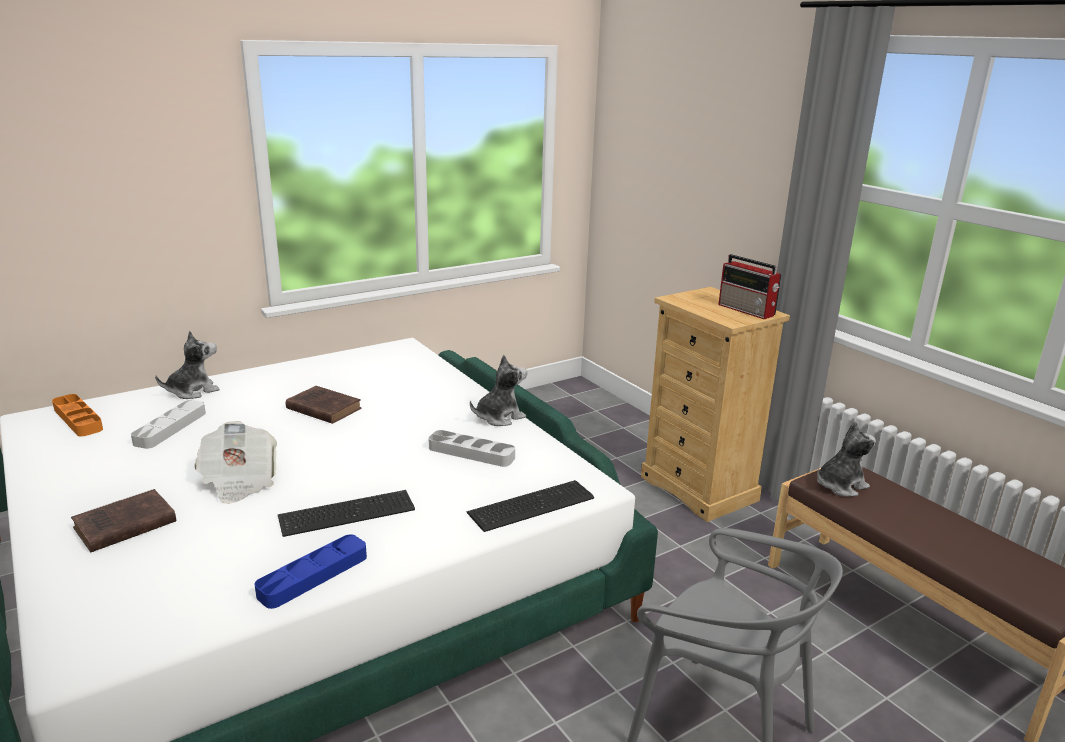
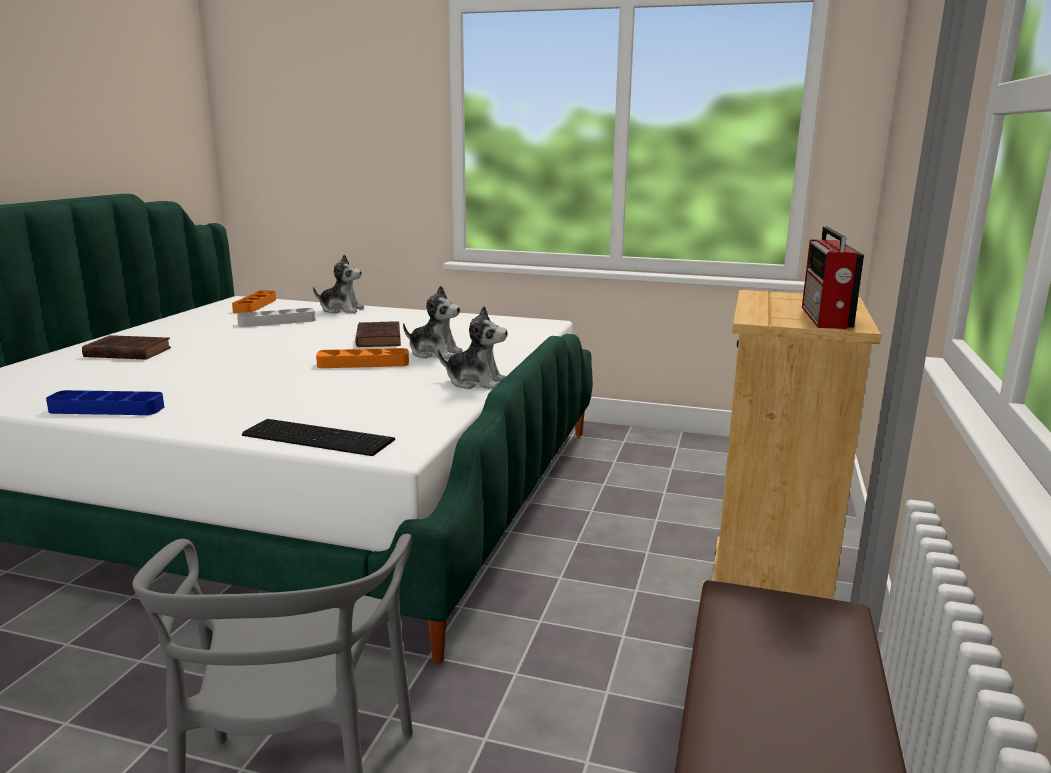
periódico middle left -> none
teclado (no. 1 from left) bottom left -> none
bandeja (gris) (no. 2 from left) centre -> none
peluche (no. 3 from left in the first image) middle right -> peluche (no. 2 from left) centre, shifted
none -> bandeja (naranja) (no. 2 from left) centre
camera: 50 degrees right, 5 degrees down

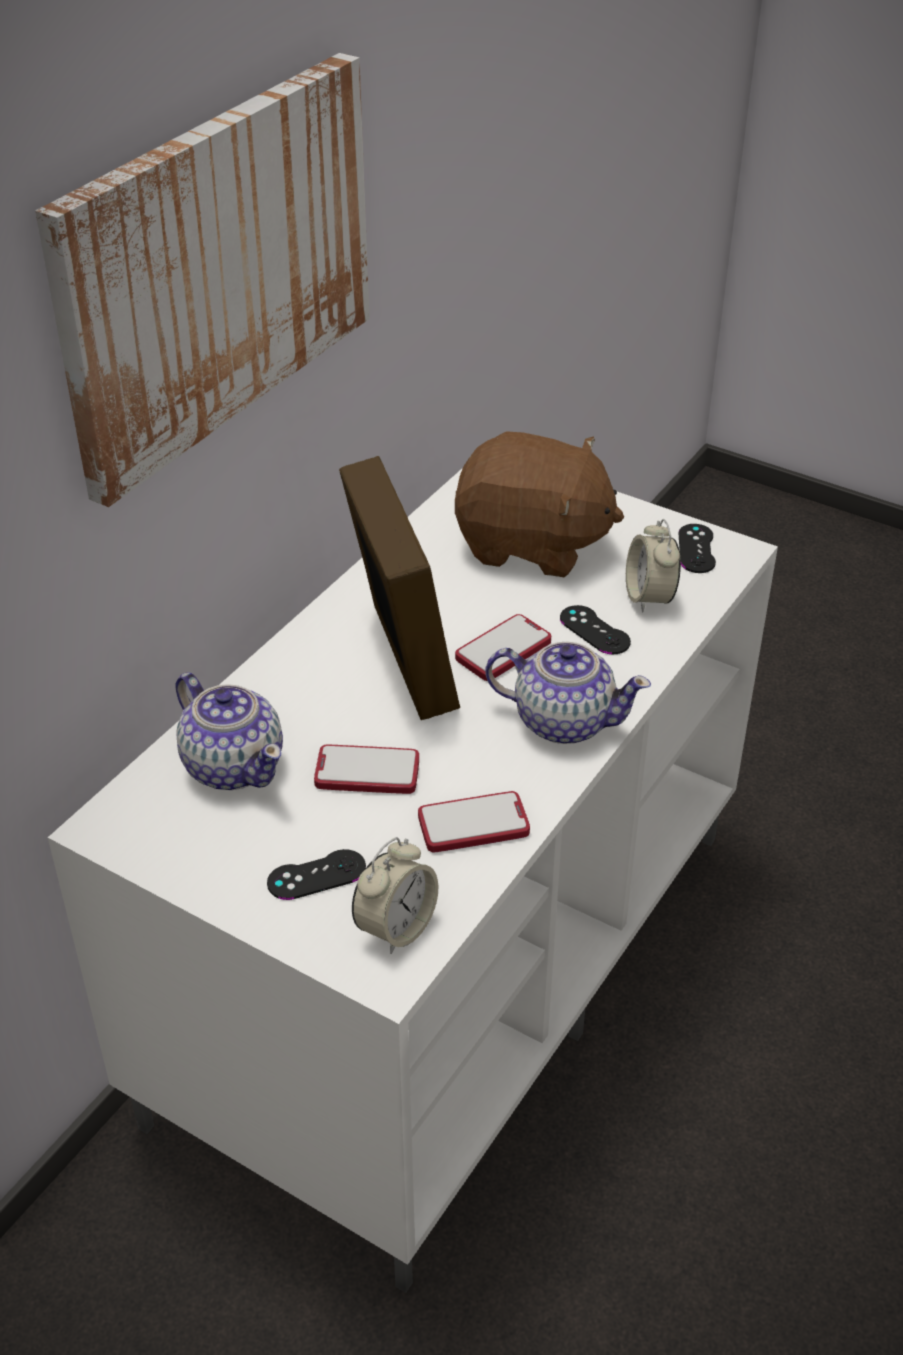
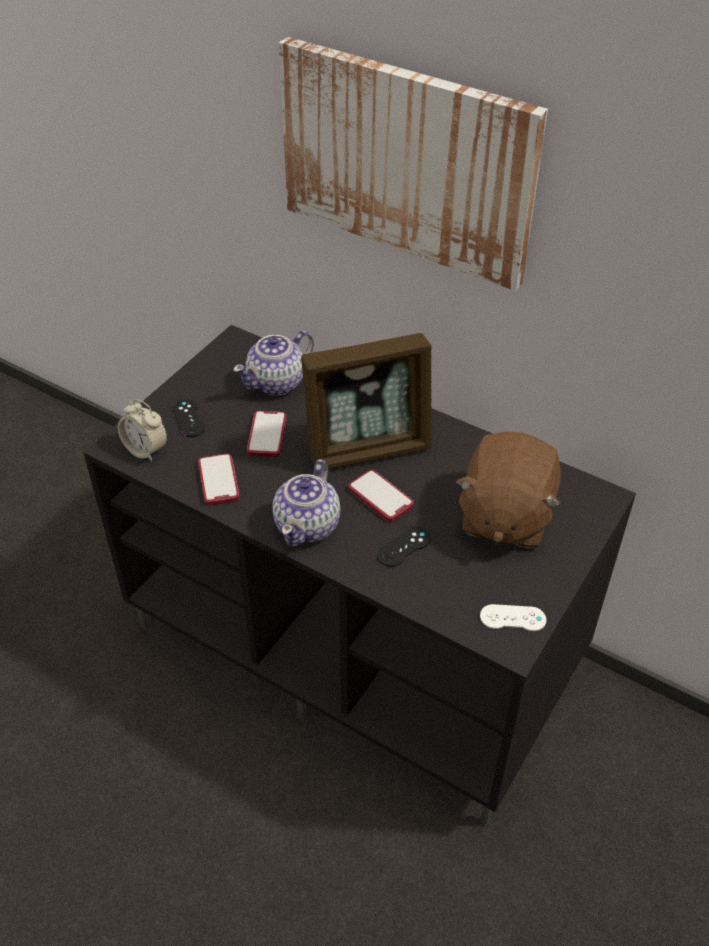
mueble de televisión (blanco) centre -> mueble de televisión (negro) centre
despertador (no. 2 from left) middle right -> none
mando de consola (negro) (no. 3 from left) middle right -> mando de consola (blanco) middle right
camera: 90 degrees right, 5 degrees up

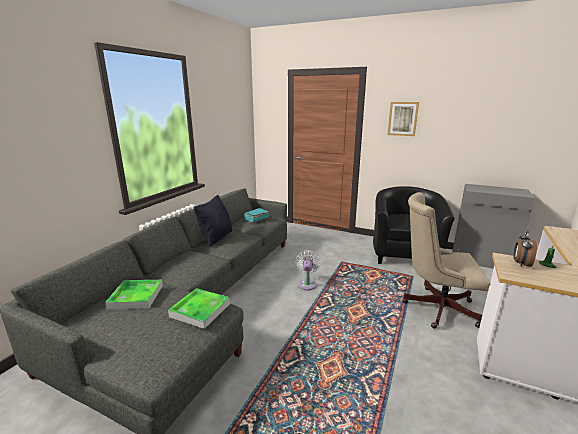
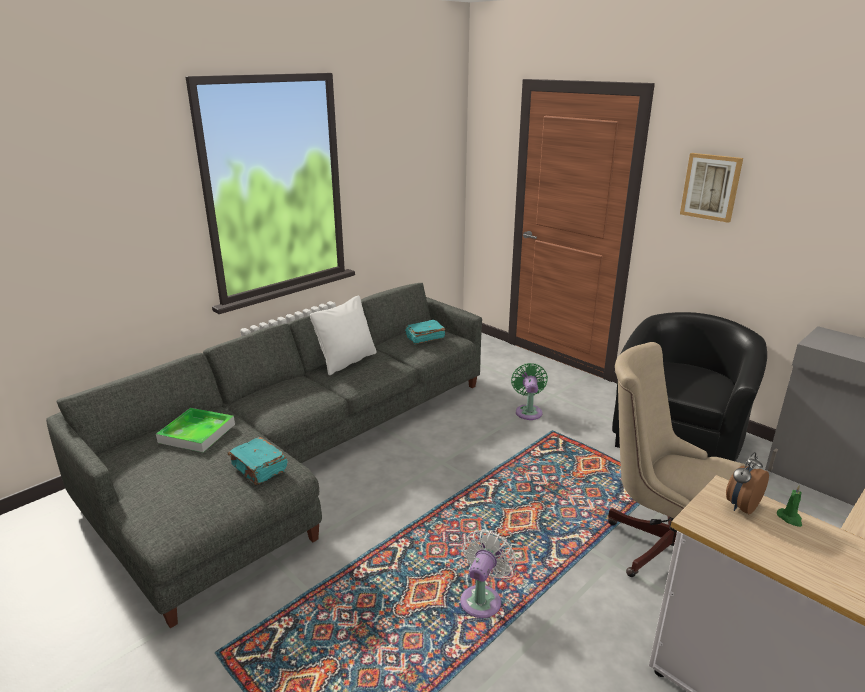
bandeja (no. 2 from left) bottom centre -> libro (turquesa) (no. 1 from left) middle left
cojín (negro) centre -> cojín (blanco) centre
ventilador (blanco) centre -> ventilador (blanco) bottom centre, shifted
none -> ventilador (verde) centre
camera: 20 degrees right, 5 degrees up

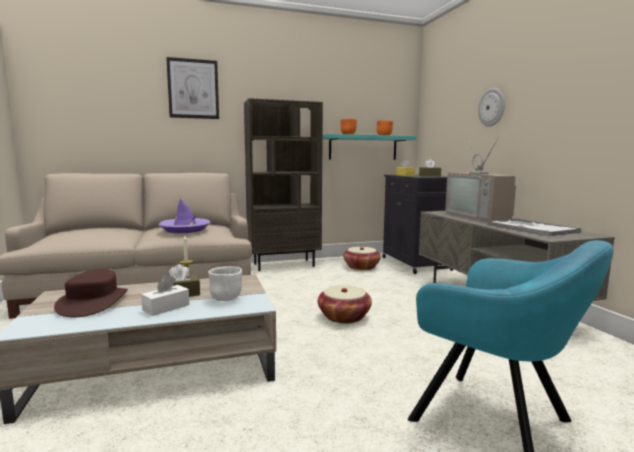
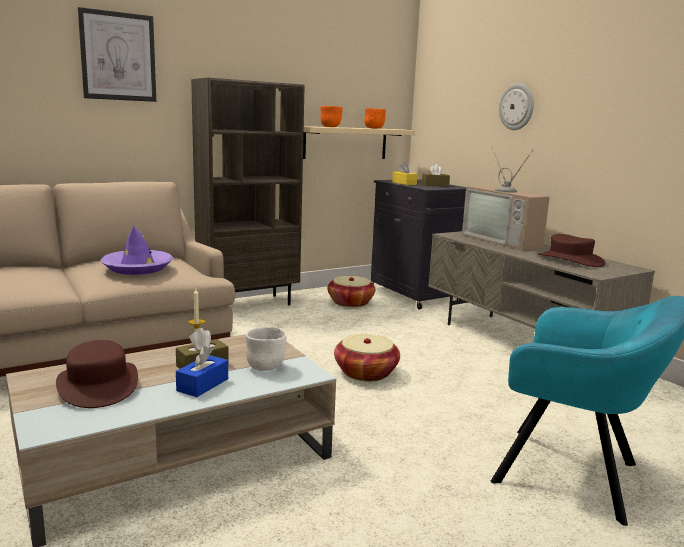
caja de pañuelos (blanco) middle left -> caja de pañuelos (azul) bottom left
estante (turquesa) top centre -> estante (beis) top centre
bandeja middle right -> sombrero (marrón) (no. 2 from left) middle right
camera: 15 degrees left, 5 degrees up

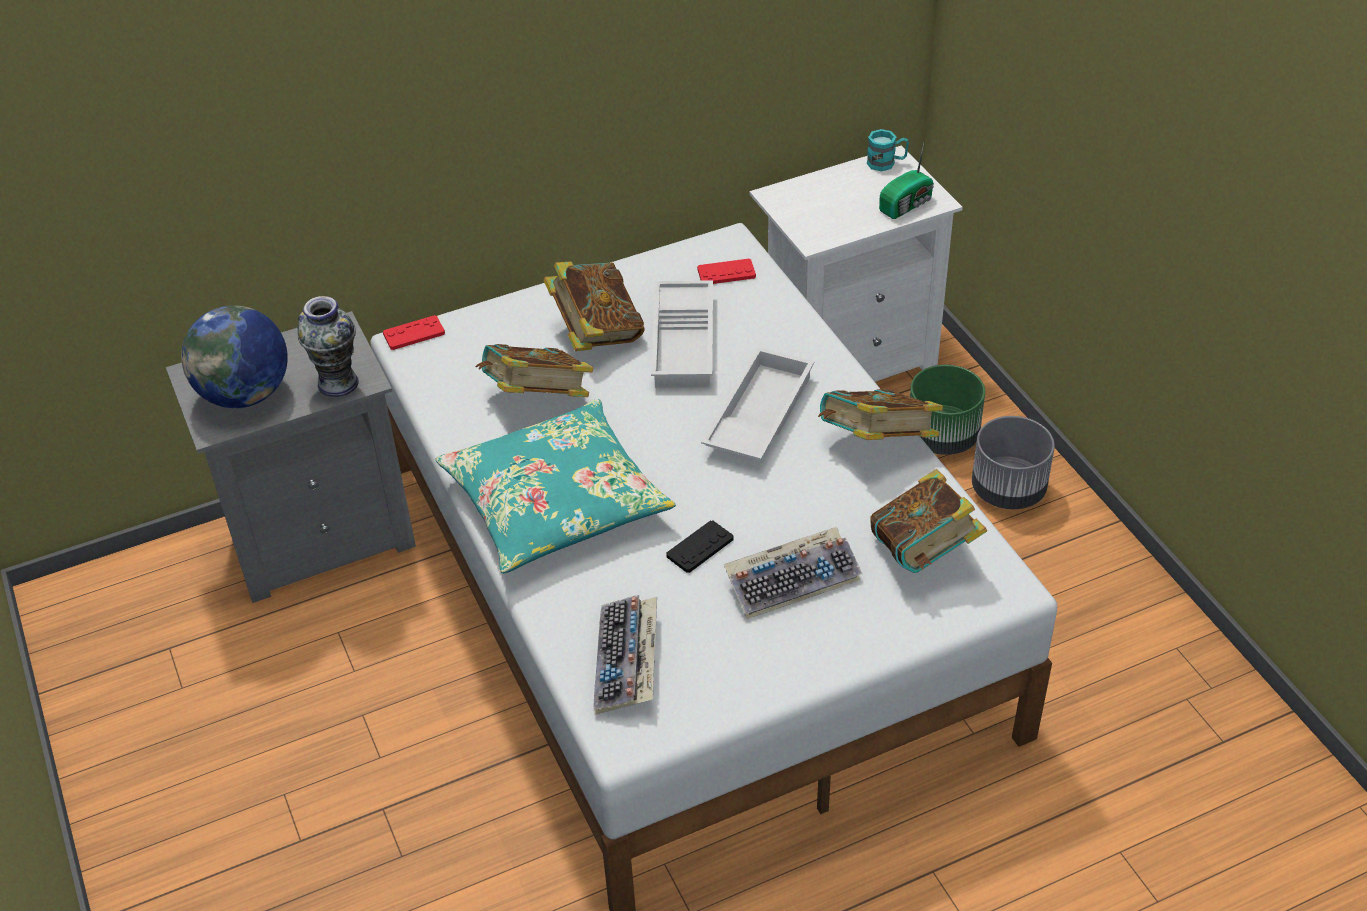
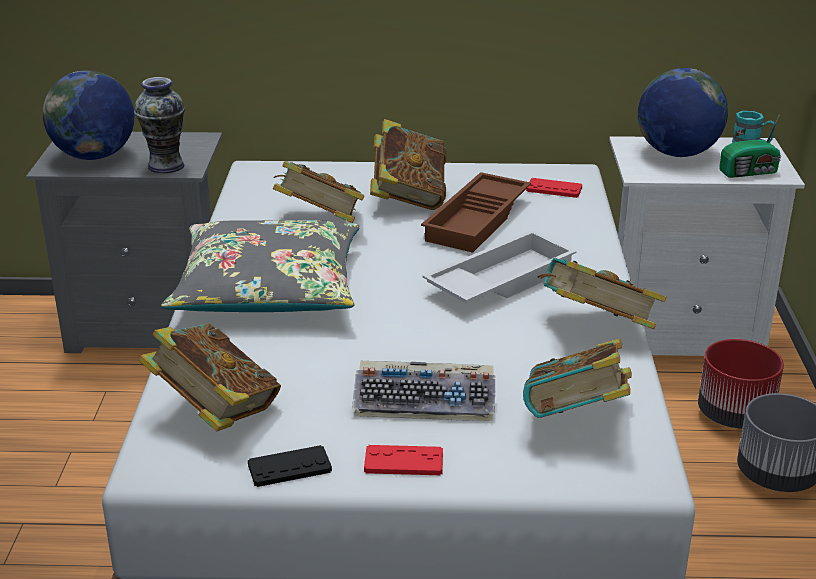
mando de consola (rojo) (no. 1 from left) middle left -> mando de consola (rojo) (no. 1 from left) bottom centre, shifted
cojín (turquesa) centre -> cojín (gris) middle left
teclado (no. 1 from left) bottom centre -> libro (no. 1 from left) middle left
bandeja (blanco) (no. 1 from left) centre -> bandeja (marrón) centre
mando de consola (negro) centre -> mando de consola (negro) bottom centre, shifted
maceta (verde) middle right -> maceta (rojo) middle right
none -> globo terráqueo (no. 2 from left) top right
camera: 25 degrees right, 15 degrees down

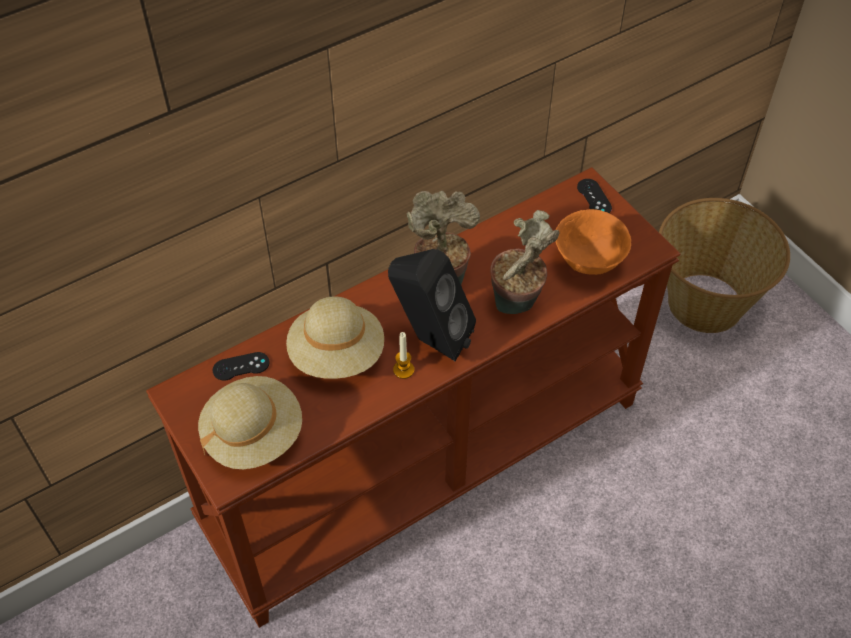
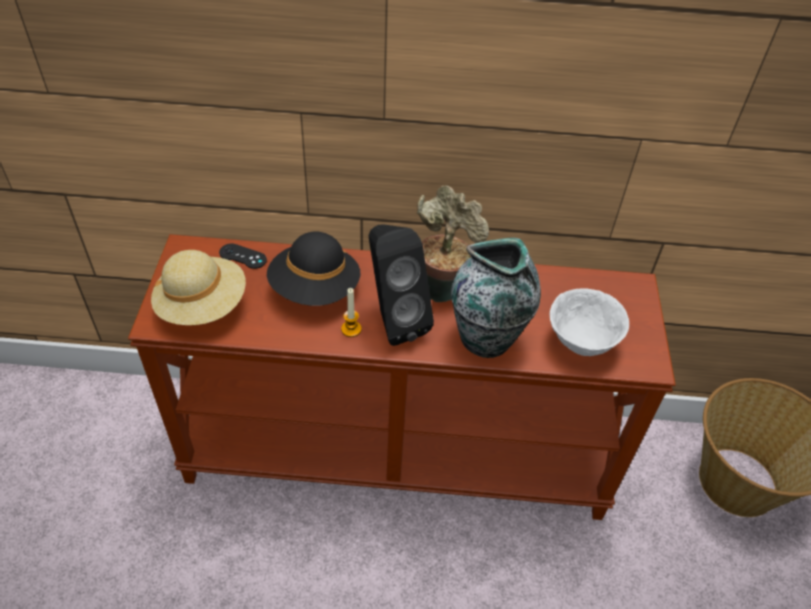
sombrero (beis) (no. 2 from left) centre -> sombrero (negro) centre
planta en maceta (no. 2 from left) centre -> florero centre
cuenco (naranja) middle right -> cuenco (blanco) middle right
mando de consola (negro) (no. 2 from left) top right -> none
camera: 35 degrees right, 5 degrees down

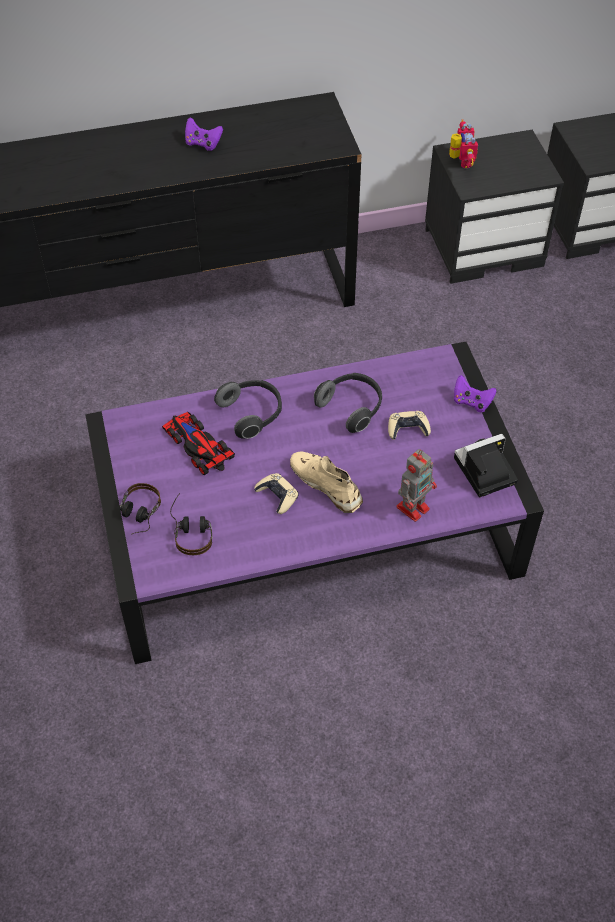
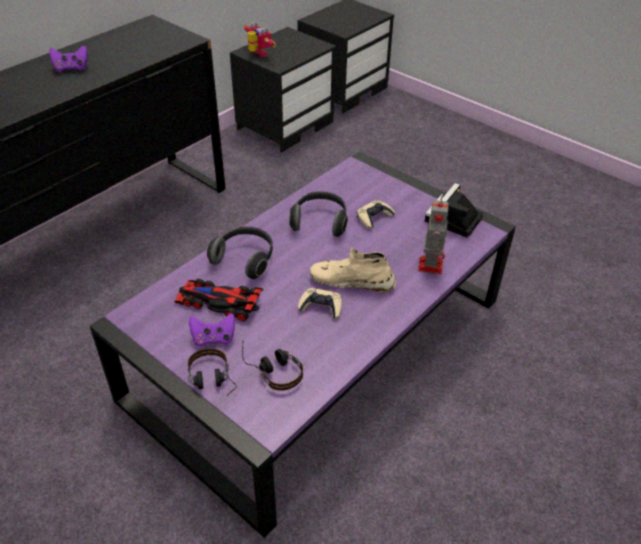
mando de consola (morado) (no. 2 from left) middle right -> mando de consola (morado) (no. 2 from left) middle left, shifted
camera: 35 degrees left, 10 degrees down

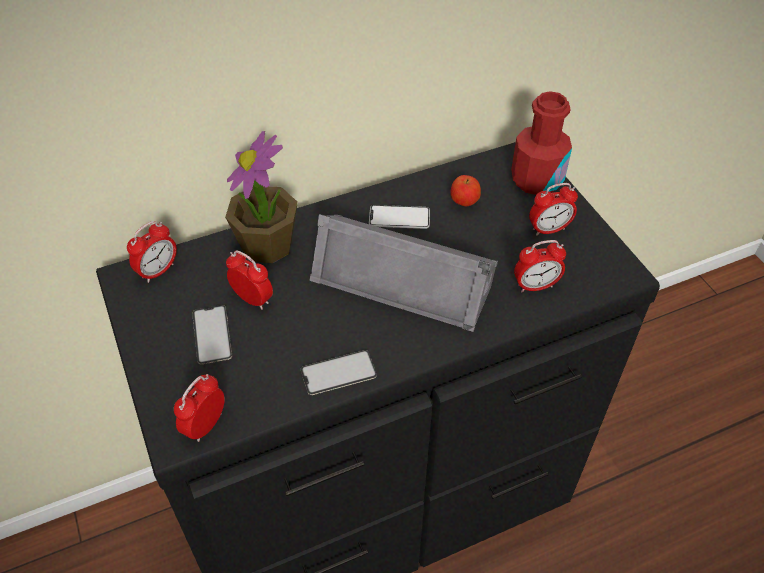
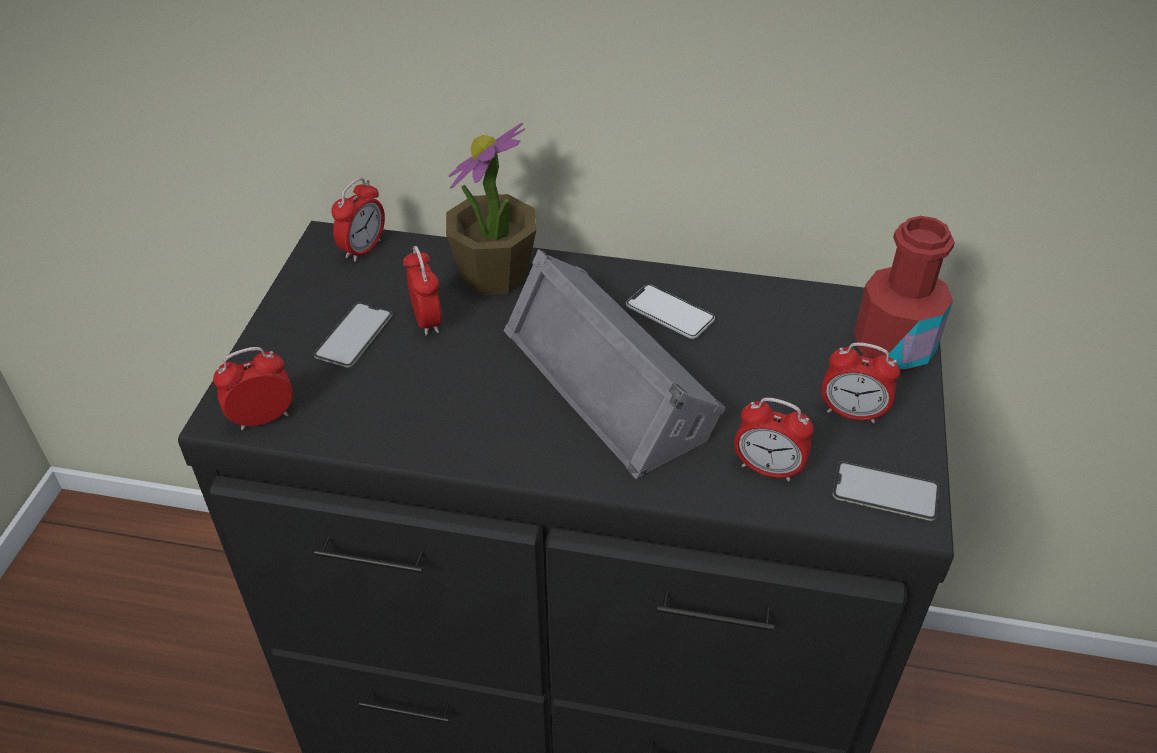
despertador (no. 1 from left in the first image) middle left -> despertador (no. 2 from left) top left, 45 degrees counterclockwise
móvil (no. 2 from left in the first image) centre -> móvil (no. 3 from left) middle right, shifted
manzana top centre -> none
camera: 35 degrees right, 5 degrees down

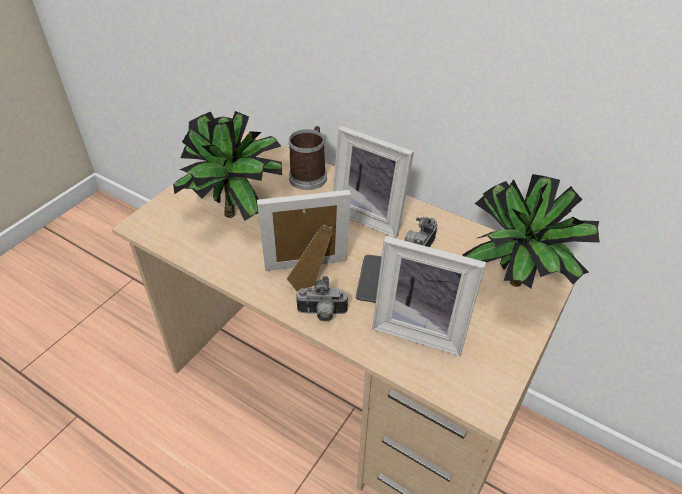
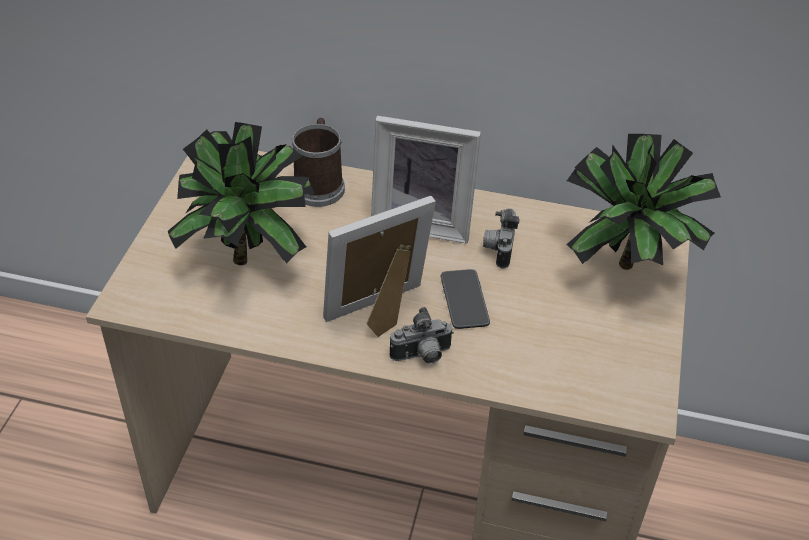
portarretratos (no. 3 from left) centre -> none
camera: 20 degrees left, 0 degrees up

